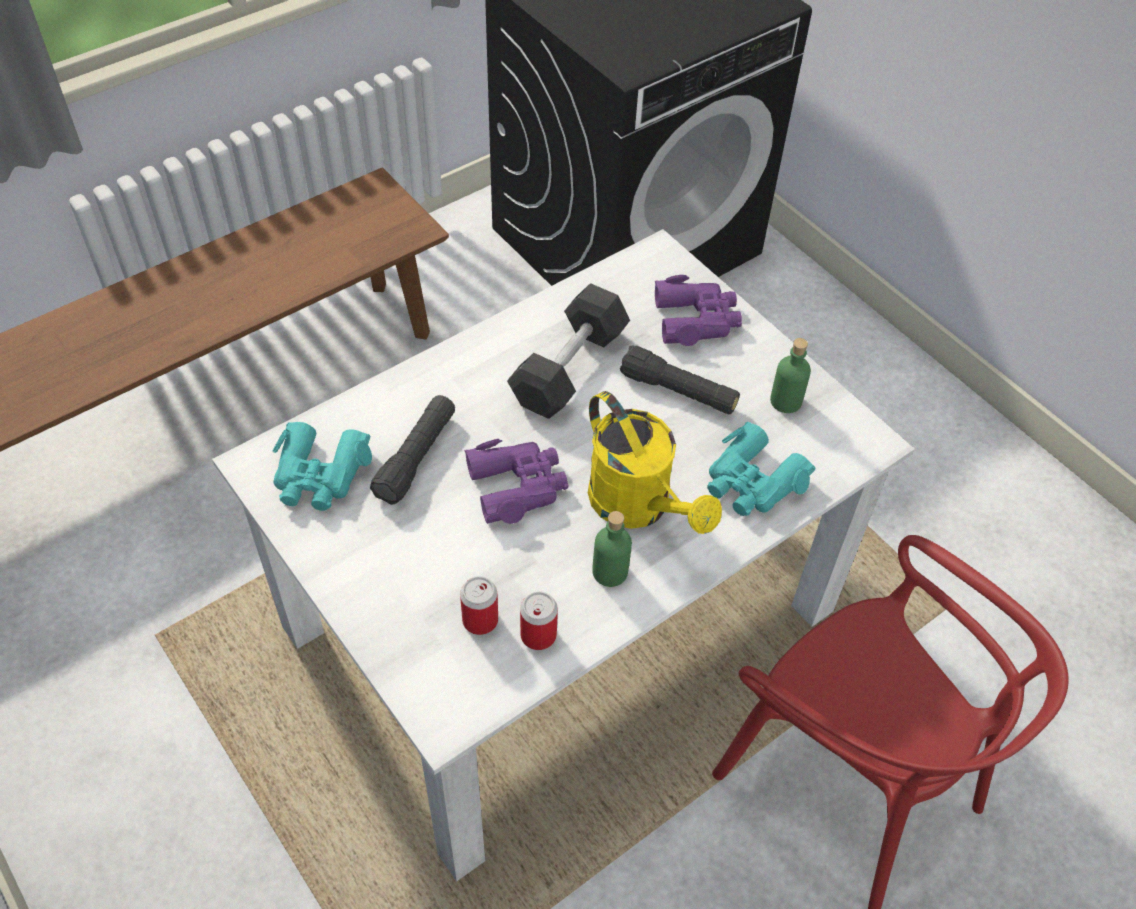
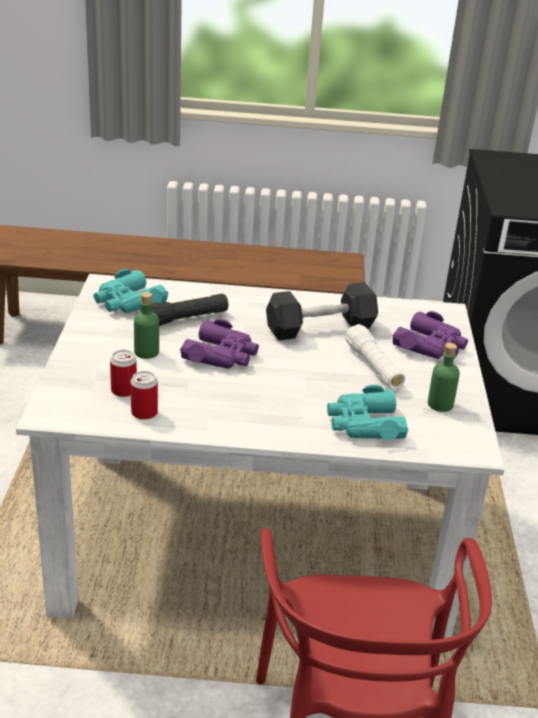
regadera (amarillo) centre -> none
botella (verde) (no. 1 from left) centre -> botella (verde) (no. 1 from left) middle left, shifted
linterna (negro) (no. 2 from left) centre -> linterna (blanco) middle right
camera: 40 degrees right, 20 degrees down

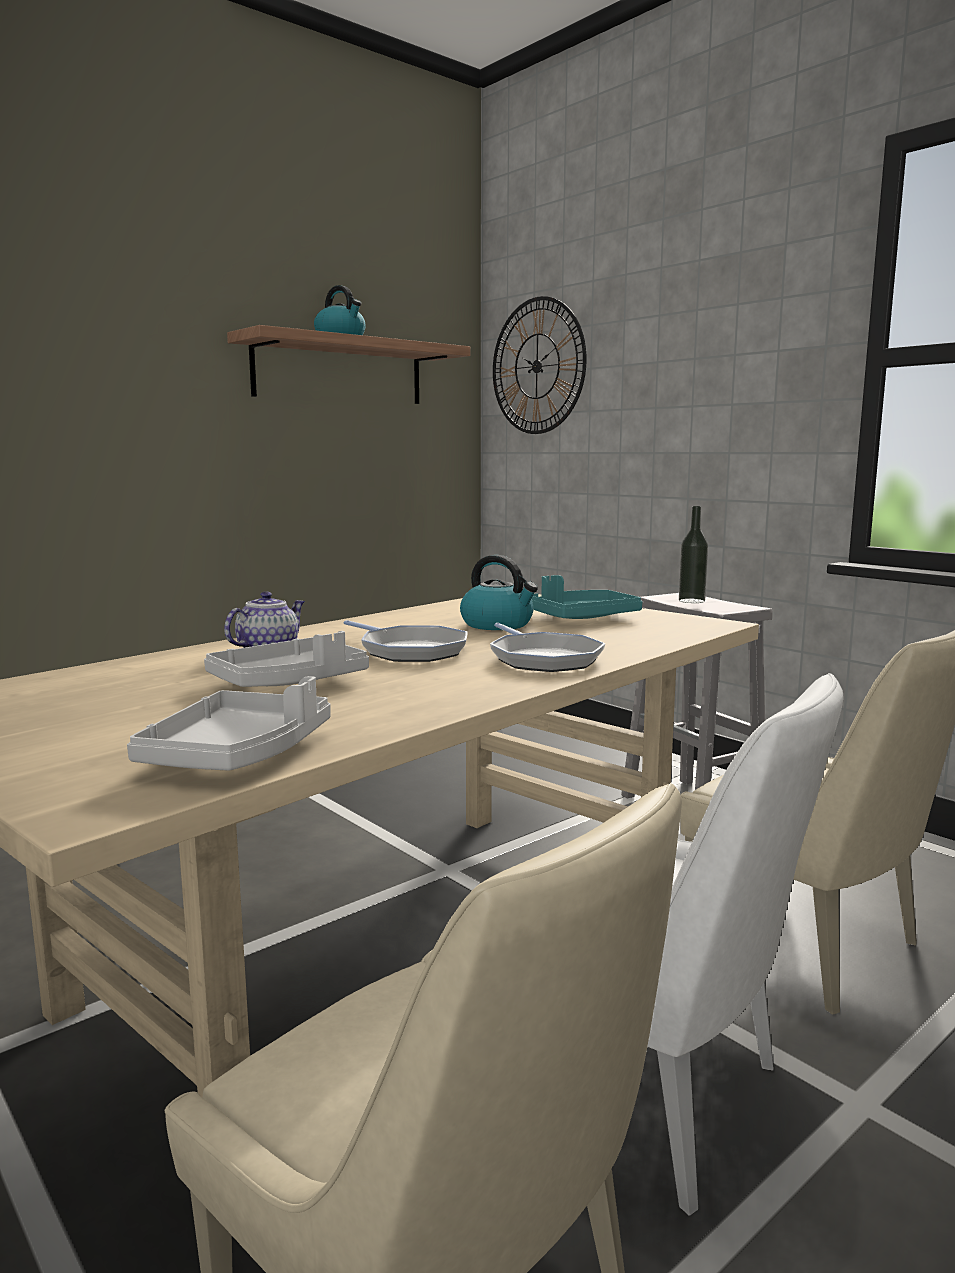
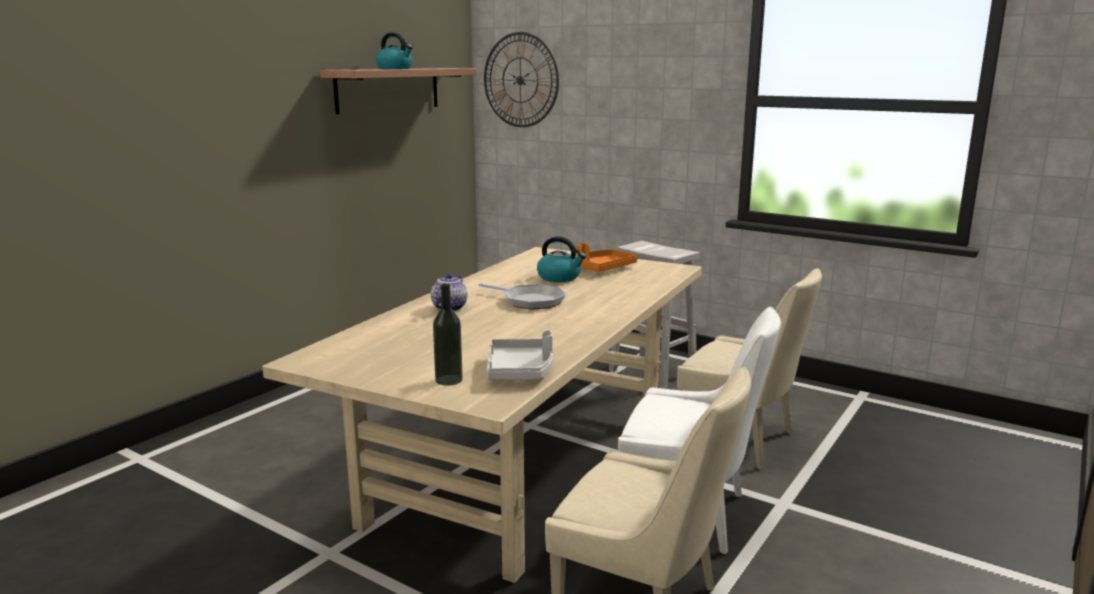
bandeja (gris) (no. 2 from left) middle left -> none
sartén (no. 2 from left) centre -> none
bandeja (turquesa) centre -> bandeja (naranja) centre
botella middle right -> botella centre, shifted
camera: 15 degrees left, 5 degrees up

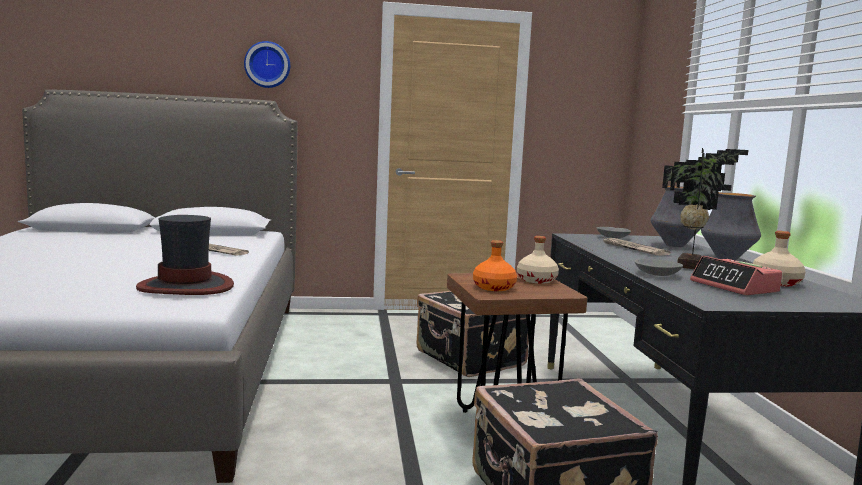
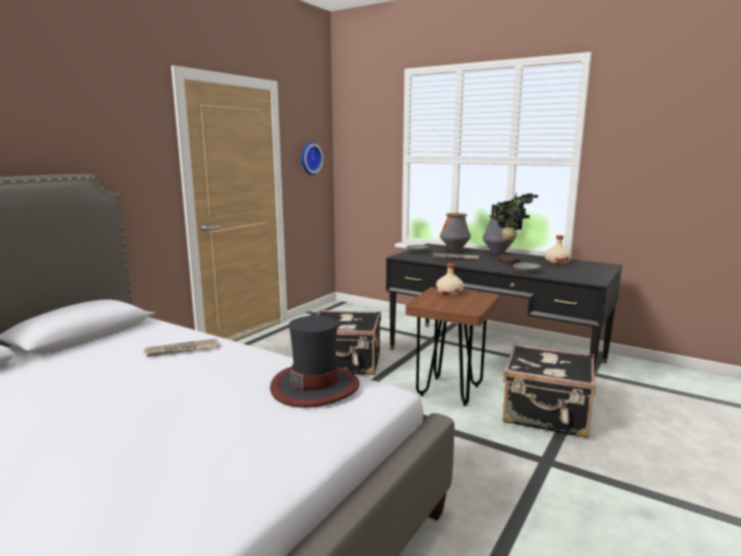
reloj de pared top left -> reloj de pared top centre, shifted
botella (naranja) centre -> none
despertador middle right -> none
camera: 50 degrees left, 5 degrees up

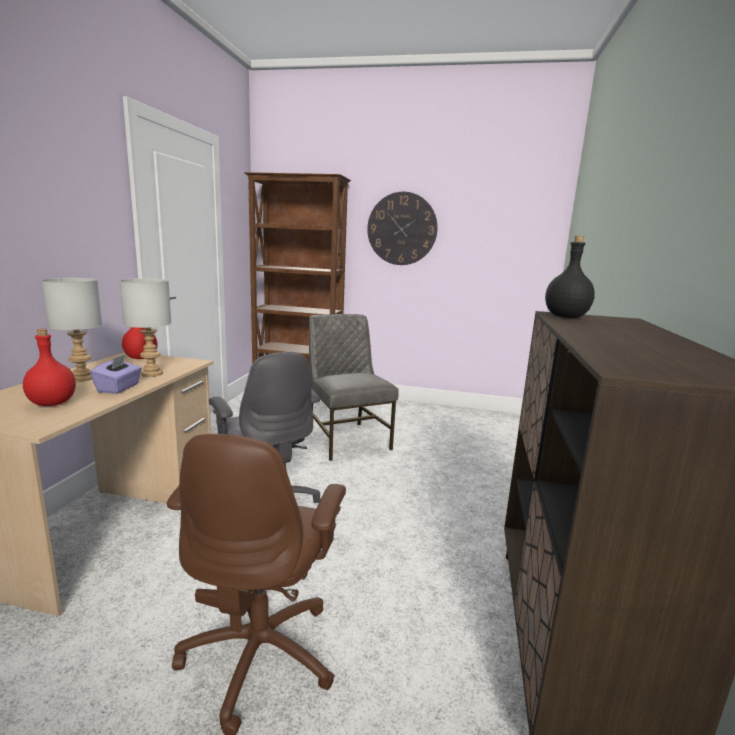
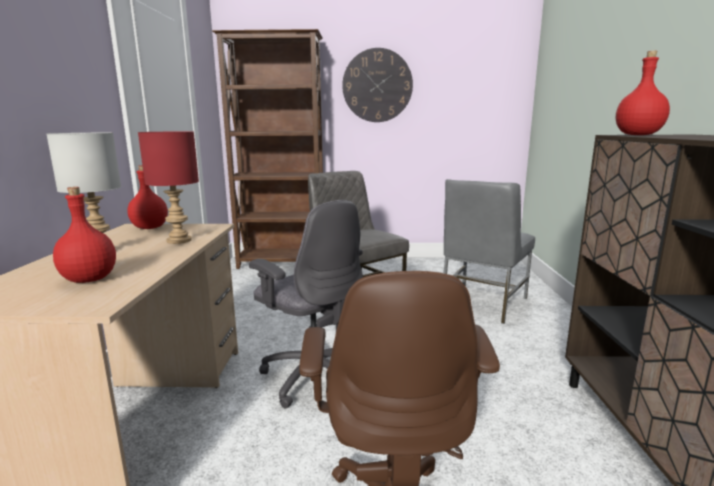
caja de pañuelos (morado) middle left -> none
lámpara de mesa (gris) (no. 2 from left) middle left -> lámpara de mesa (rojo) middle left
botella (negro) middle right -> botella (rojo) (no. 3 from left) top right
none -> silla (gris) (no. 2 from left) middle right
camera: 10 degrees left, 0 degrees up

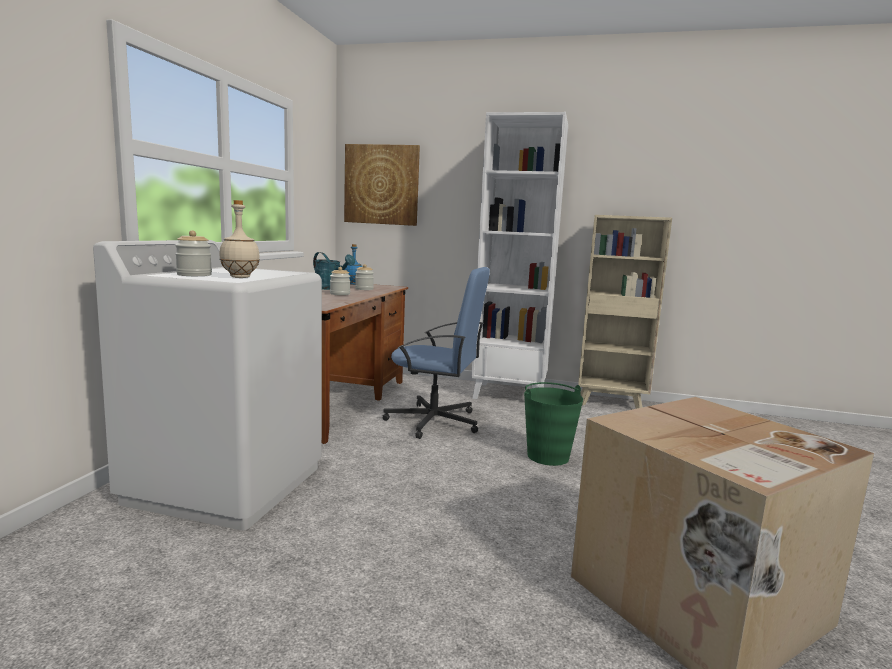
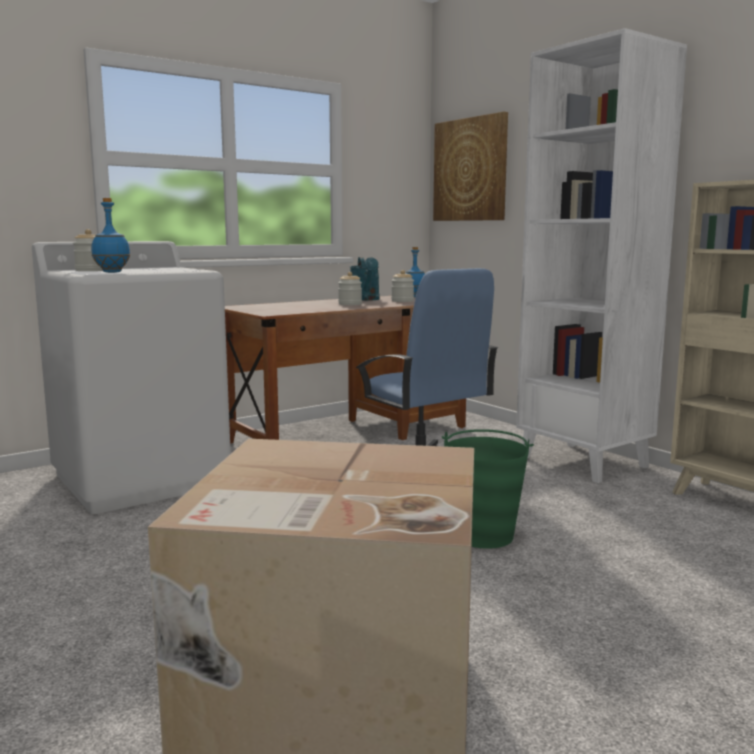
botella (beis) middle left -> botella (azul) (no. 1 from left) top left
camera: 40 degrees right, 0 degrees up

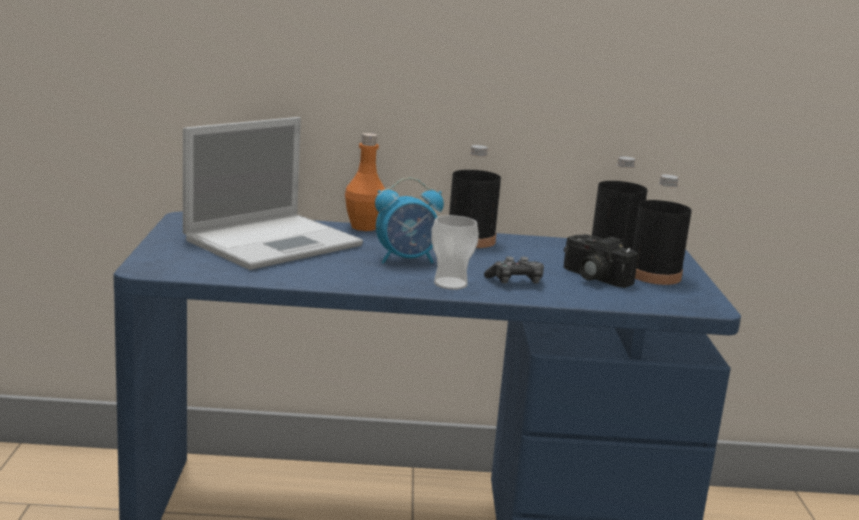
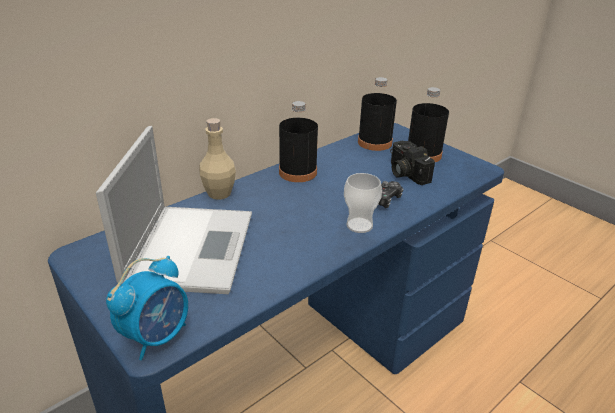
botella (naranja) centre -> botella (beis) centre
despertador centre -> despertador bottom left, shifted
cámara middle right, 60 degrees clockwise
camera: 40 degrees left, 15 degrees up

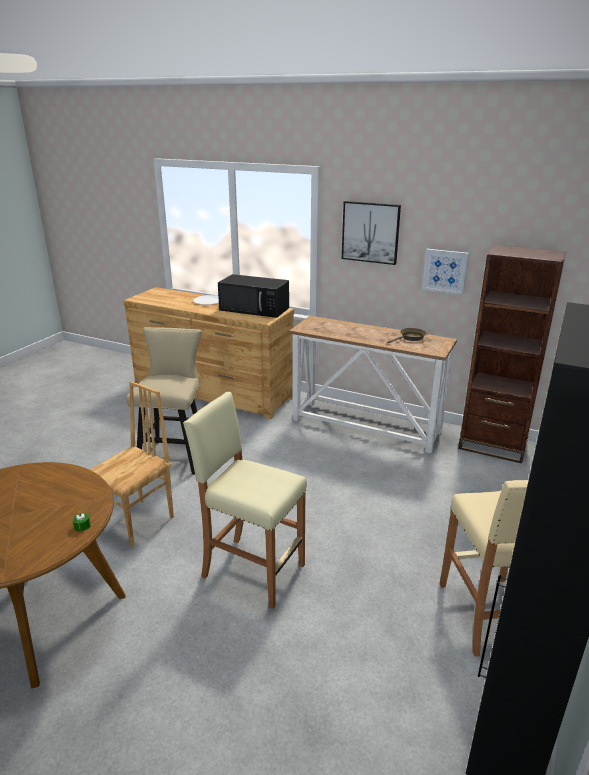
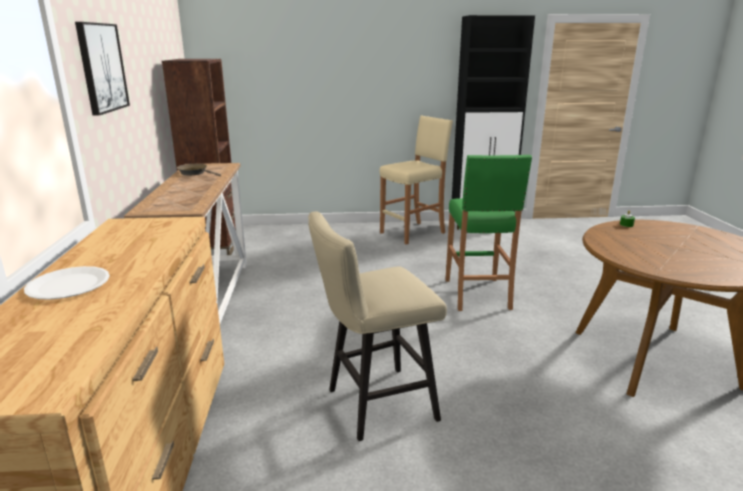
silla (marrón) middle left -> none
taburete (beis) (no. 2 from left) centre -> taburete (verde) centre
microondas (negro) centre -> none
cuadro (no. 2 from left) middle right -> none
camera: 120 degrees left, 5 degrees down

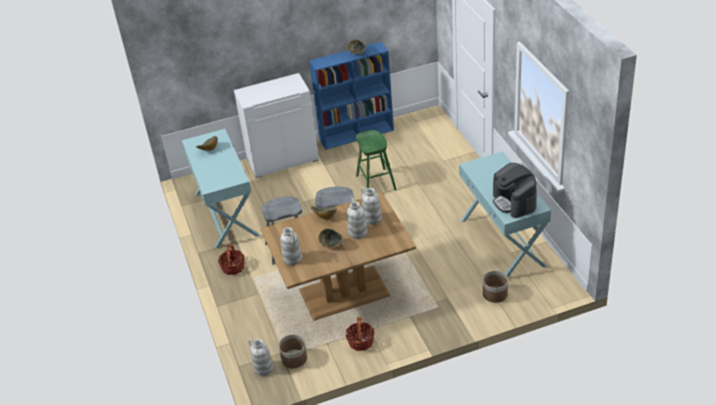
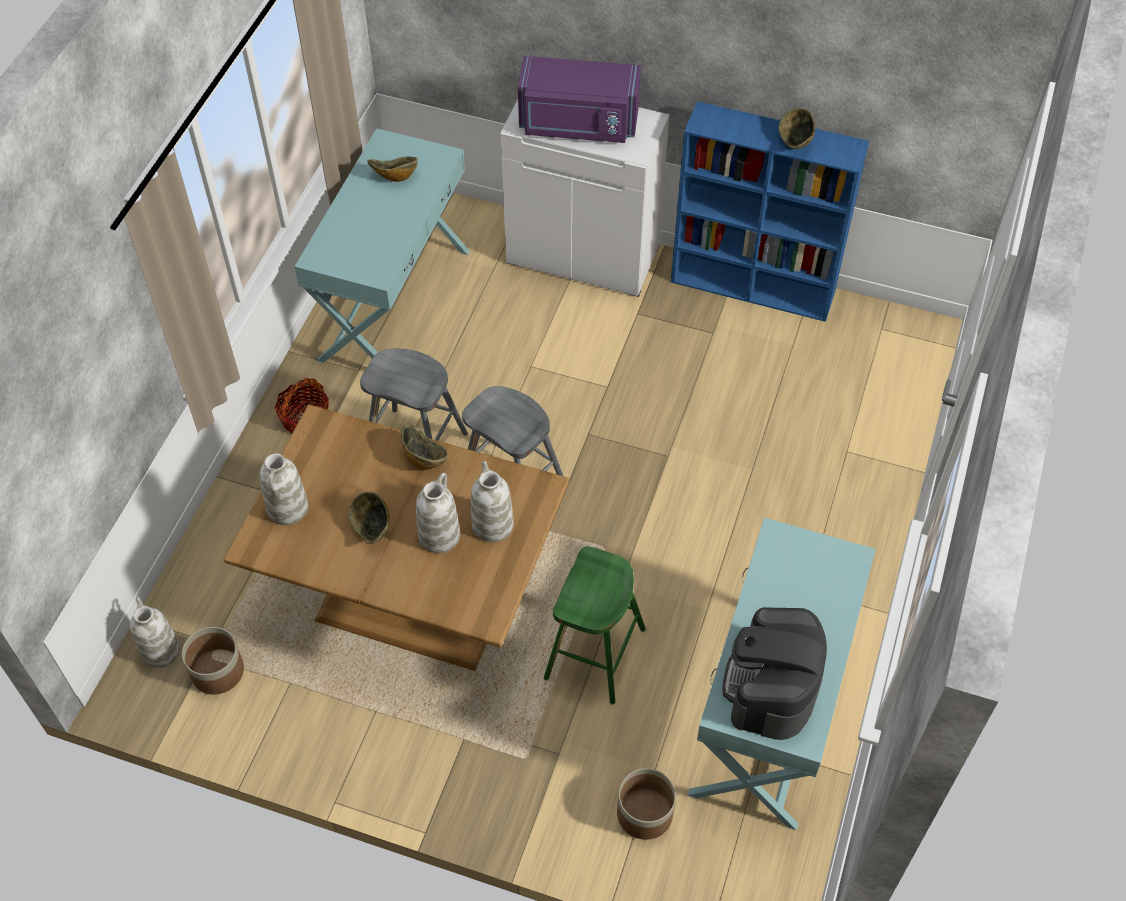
cesta (no. 2 from left) bottom centre -> none
taburete (verde) centre -> taburete (verde) bottom centre, shifted
none -> microondas (morado) top centre
camera: 35 degrees right, 15 degrees up

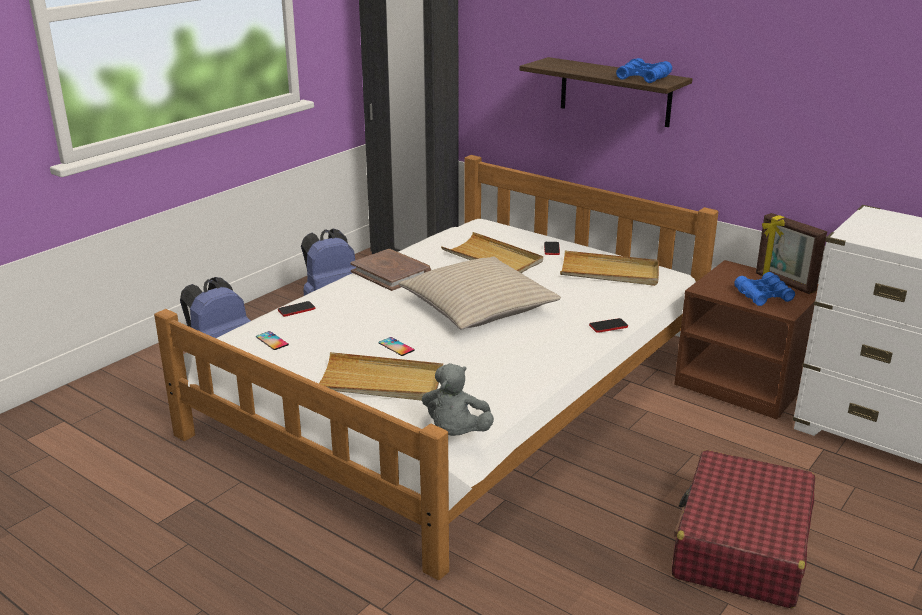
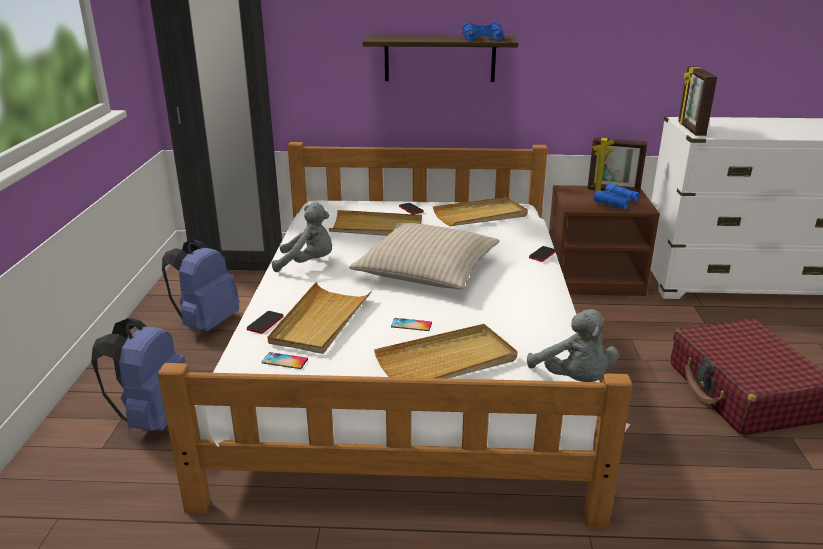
libro (marrón) centre -> peluche (gris) (no. 1 from left) centre
none -> bandeja (beis) (no. 1 from left) centre
none -> portarretratos (no. 2 from left) top right
camera: 35 degrees left, 0 degrees up

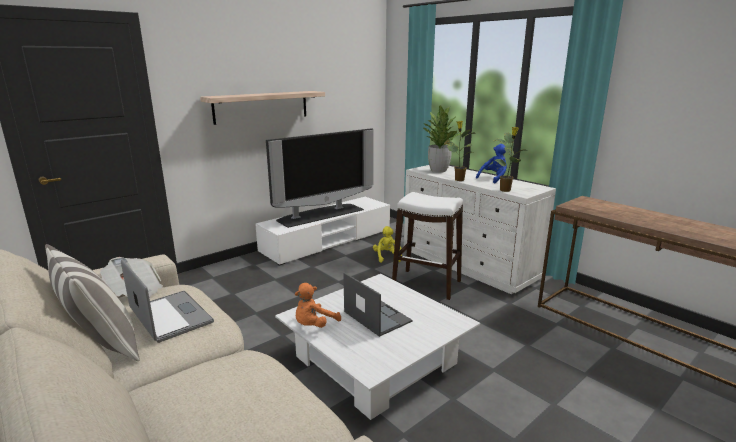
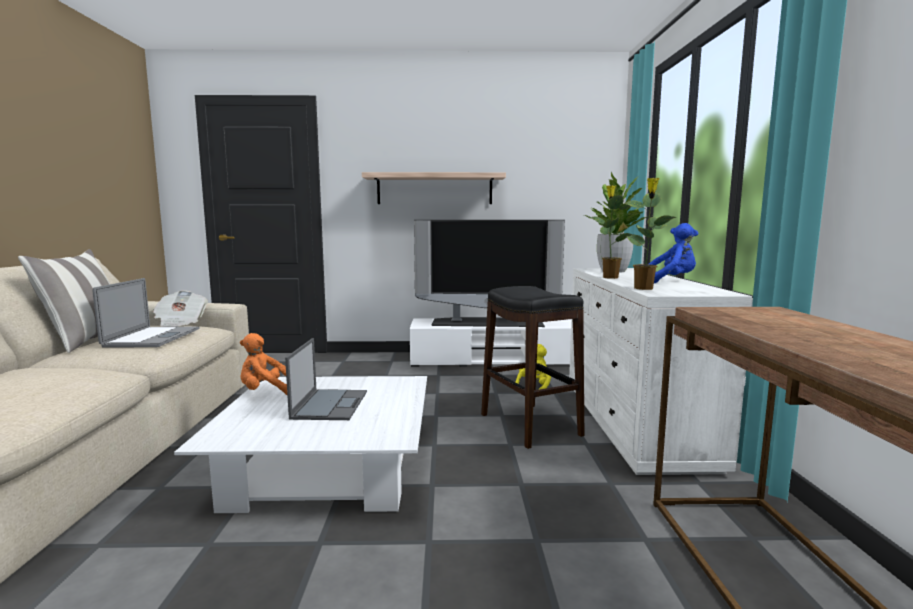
taburete (blanco) centre -> taburete (negro) centre
camera: 40 degrees right, 10 degrees down

